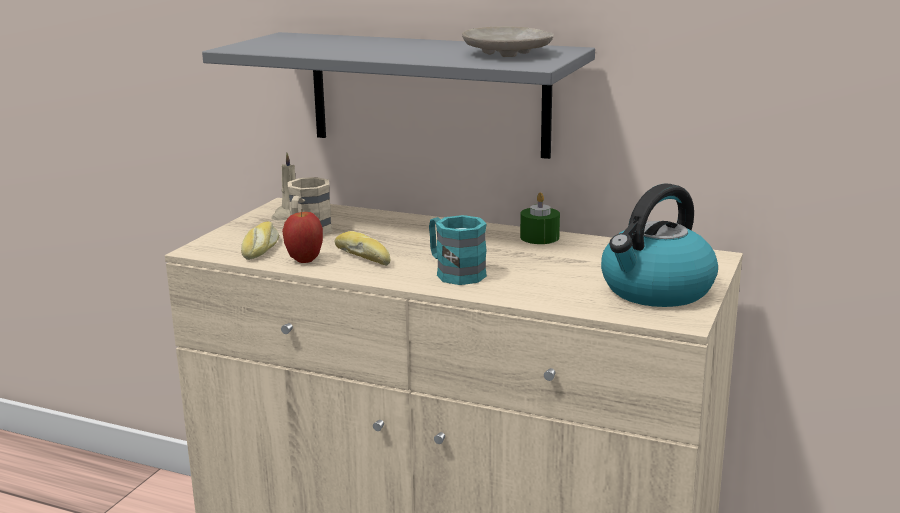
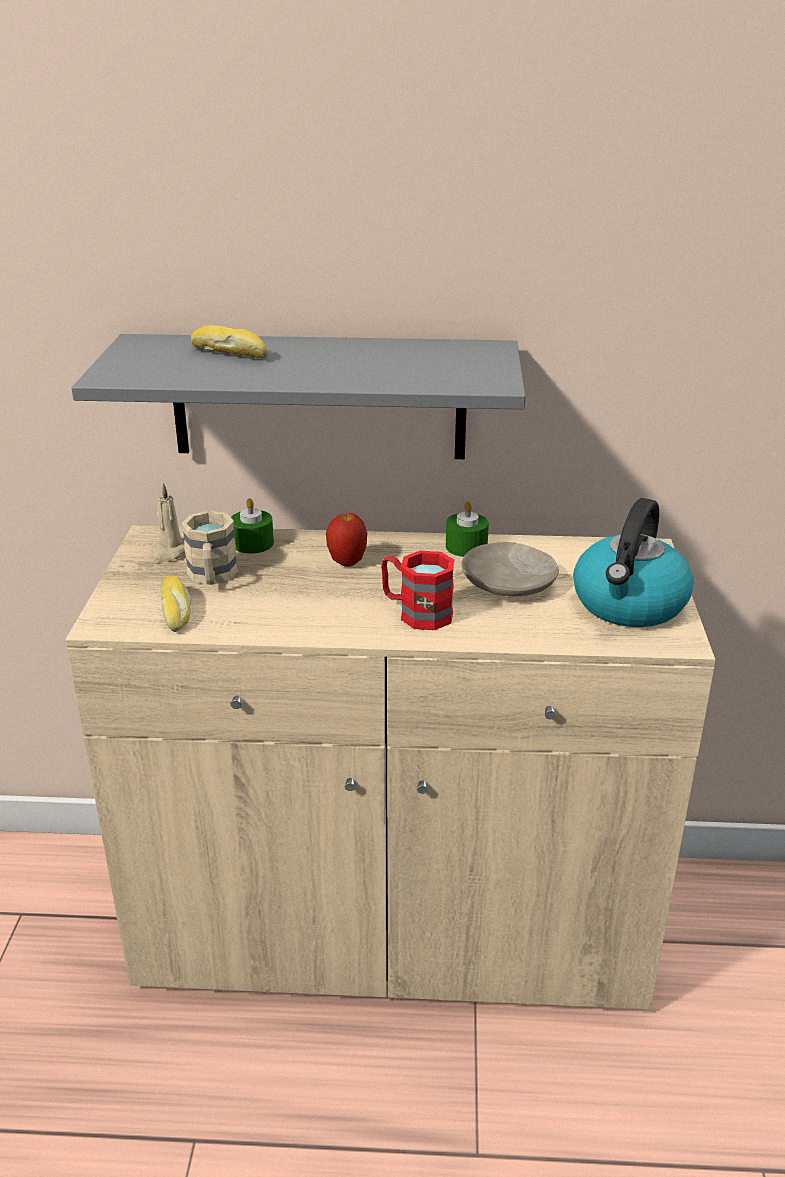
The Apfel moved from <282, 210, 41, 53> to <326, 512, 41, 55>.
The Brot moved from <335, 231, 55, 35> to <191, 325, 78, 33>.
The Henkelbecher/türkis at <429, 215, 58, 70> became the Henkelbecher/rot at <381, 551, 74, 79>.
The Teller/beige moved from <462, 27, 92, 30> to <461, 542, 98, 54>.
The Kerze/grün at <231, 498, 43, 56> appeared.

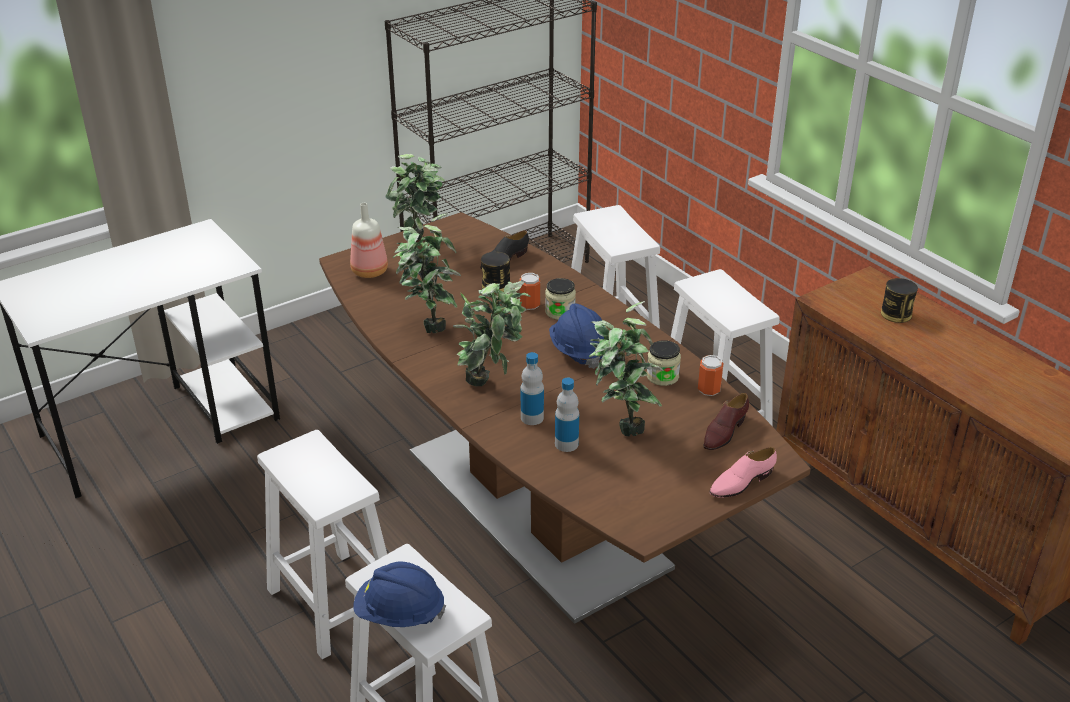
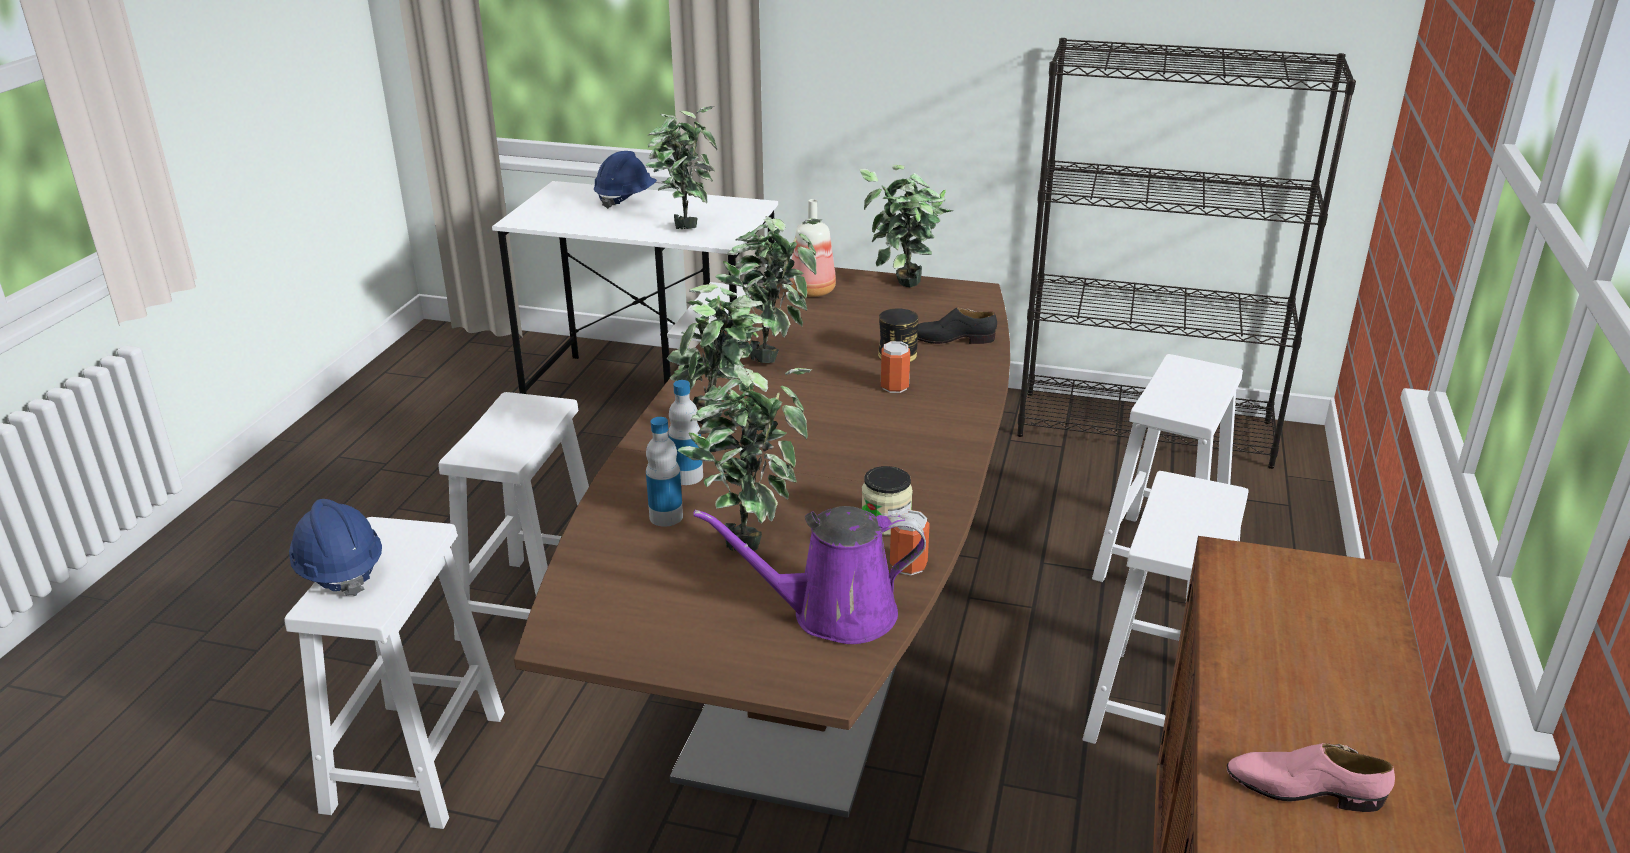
The Vorratsglas at <545, 278, 31, 42> disappeared.
The Schutzhelm/blau moved from <549, 303, 55, 66> to <594, 151, 63, 58>.
The Schuh/braun at <703, 393, 46, 57> was replaced by the Gießkanne/lila at <693, 506, 233, 138>.
The Schuh/rosa moved from <709, 447, 68, 51> to <1227, 743, 168, 69>.
The Dose at <881, 278, 37, 45> disappeared.
The Topfpflanze at <646, 106, 71, 123> appeared.

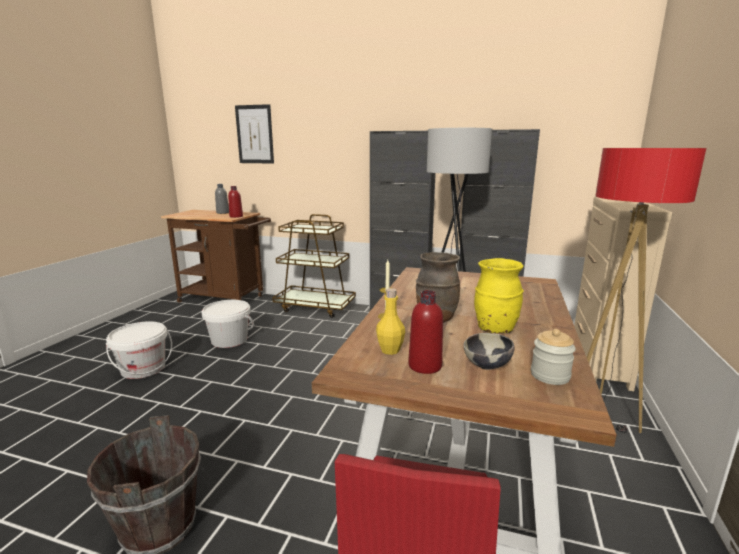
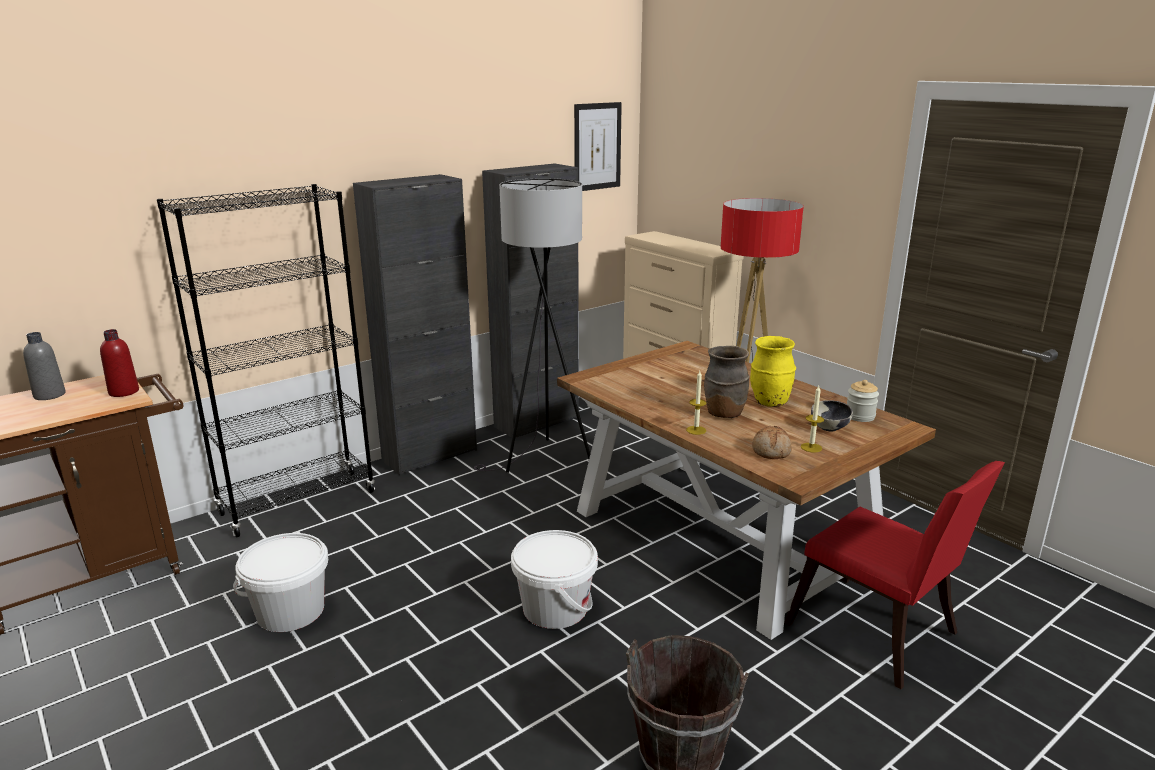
The Eimer/weiß moved from <106, 321, 66, 58> to <511, 530, 87, 99>.
The Bild moved from <235, 104, 39, 60> to <574, 102, 48, 89>.
The Rollwagen/braun at <272, 214, 84, 104> was replaced by the Bücherregal/schwarz at <157, 184, 218, 353>.
The Flasche/gelb at <376, 288, 29, 67> was replaced by the Brot at <752, 426, 40, 33>.
The Flasche/rot at <408, 290, 35, 84> was replaced by the Kerze at <801, 386, 23, 67>.

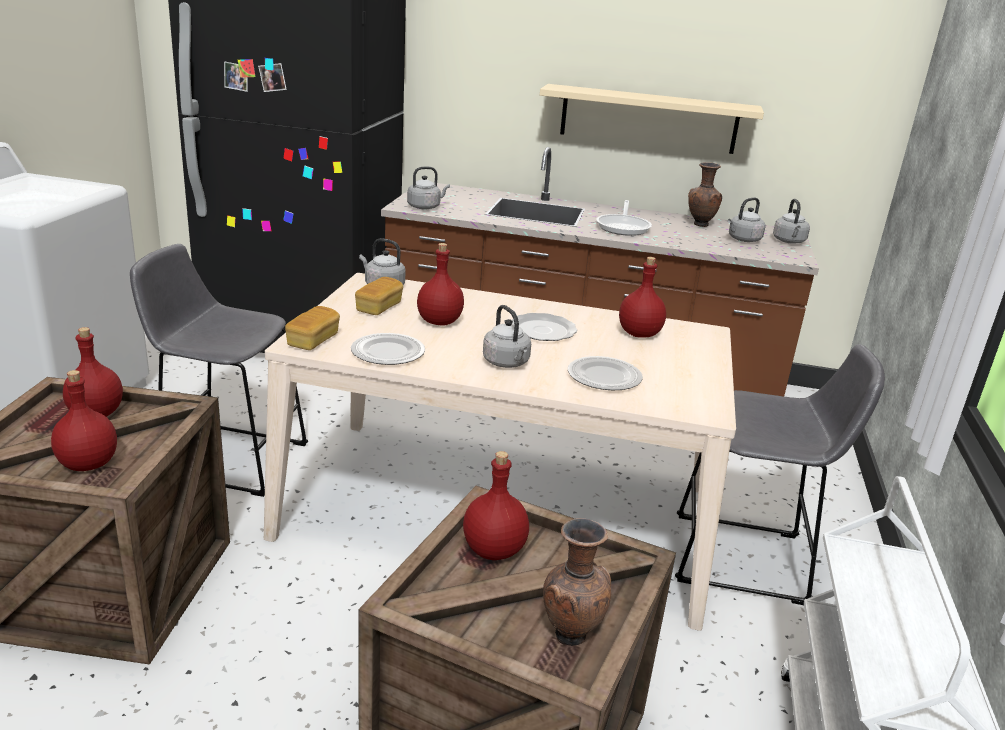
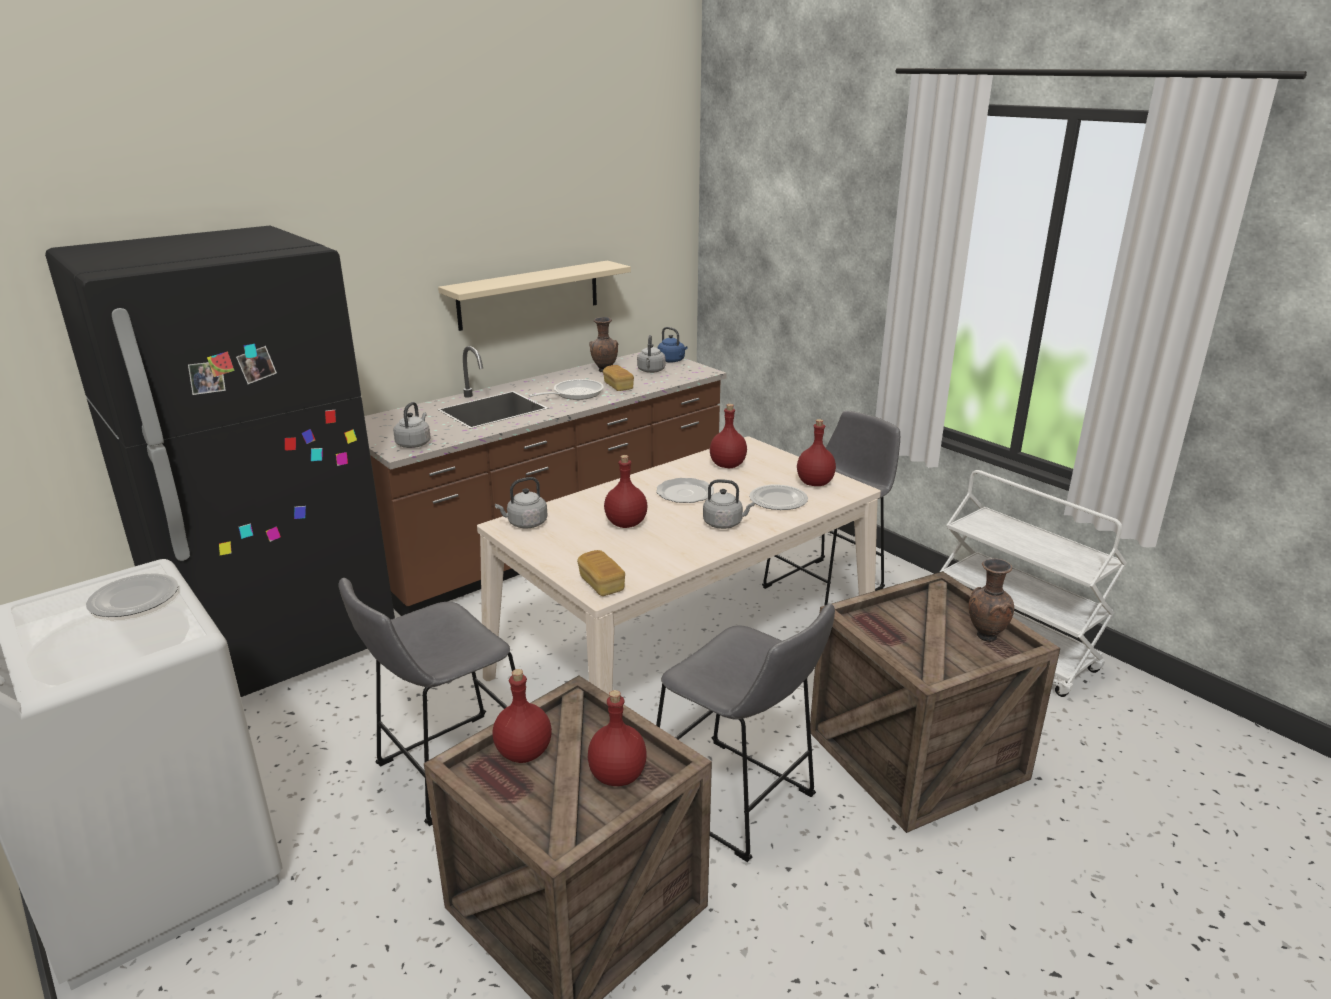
The Teller moved from <351, 333, 74, 32> to <86, 573, 92, 44>.
The Brot moved from <355, 277, 48, 38> to <603, 365, 31, 26>.
The Flasche/rot moved from <463, 451, 66, 109> to <797, 419, 39, 67>.
The Pfanne at <596, 200, 56, 36> turned 90 degrees counterclockwise.
The Wasserkessel/grau at <773, 199, 37, 45> became the Wasserkessel/blau at <657, 327, 31, 36>.
The Hocker/grau at <656, 604, 179, 258> appeared.

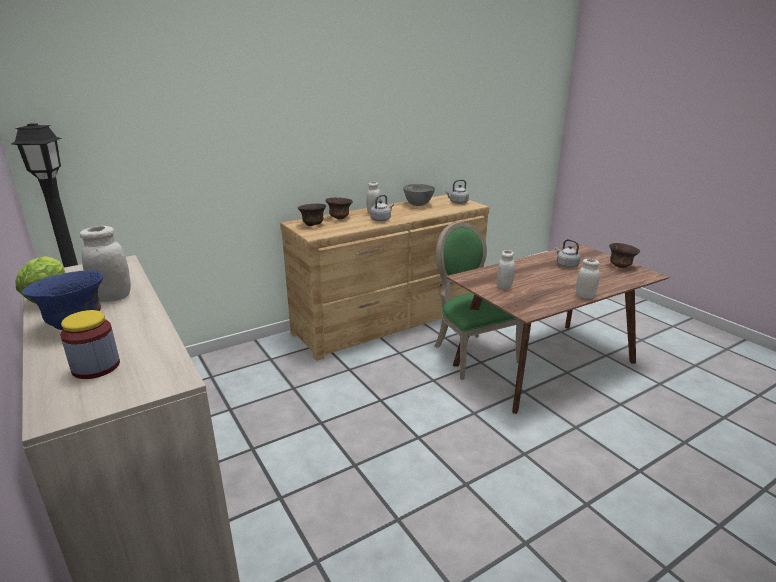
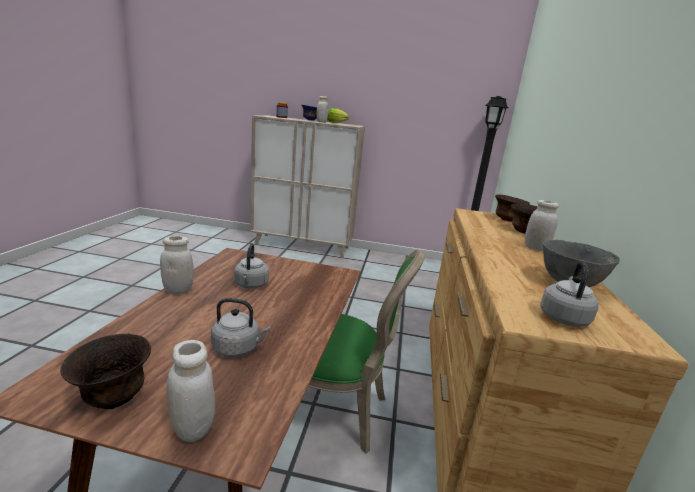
The Wasserkessel/grau moved from <370, 195, 24, 27> to <234, 243, 35, 46>.
The Vorratsglas/weiß moved from <497, 250, 18, 39> to <166, 340, 49, 102>.

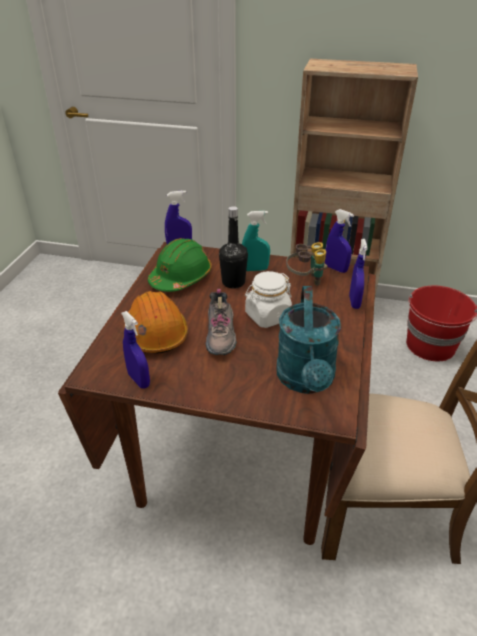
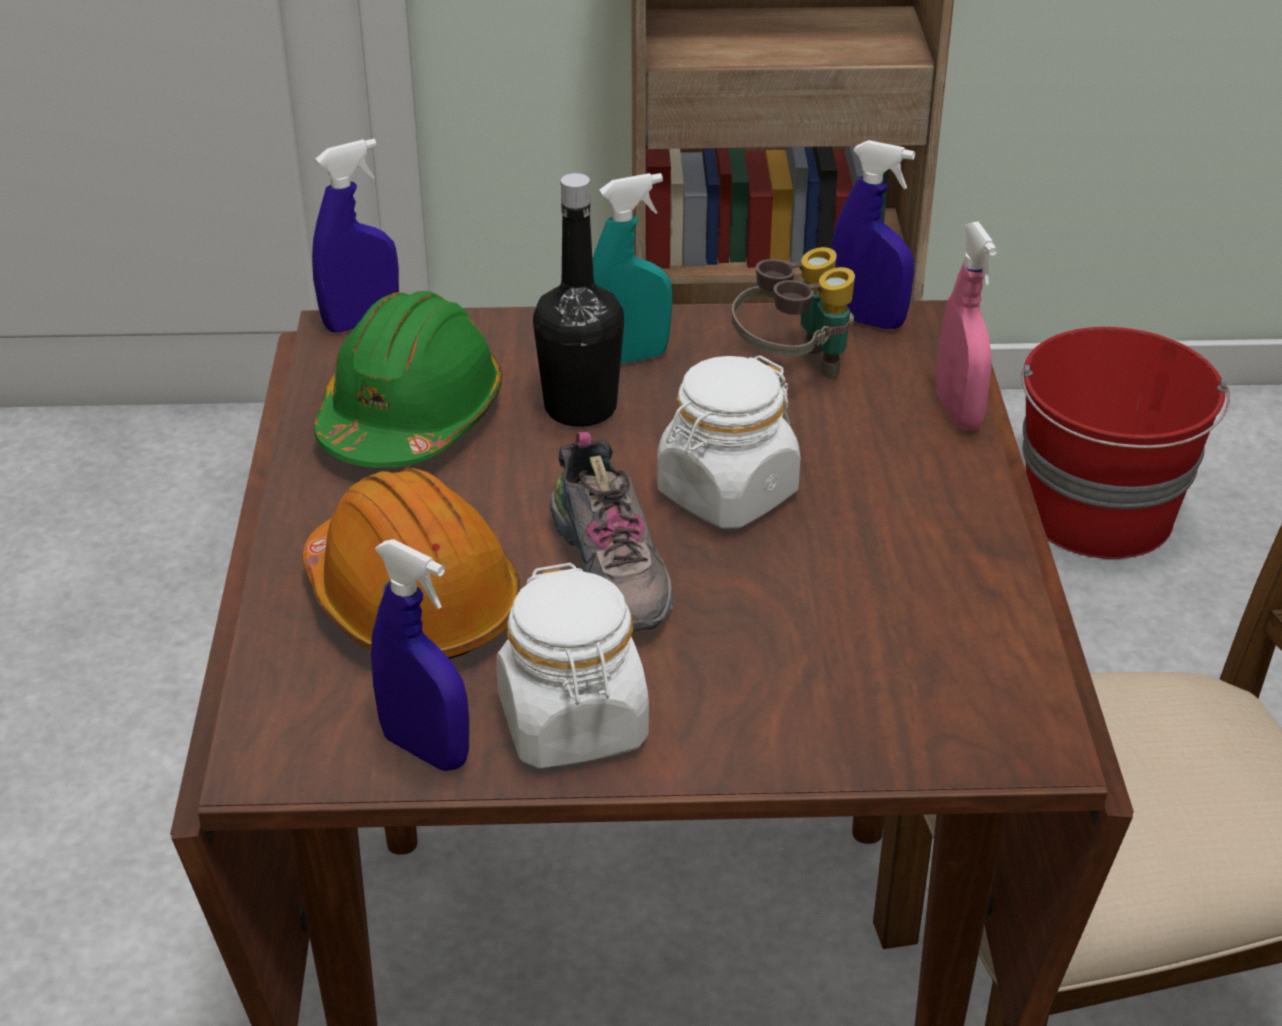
The Gießkanne/türkis at <276, 286, 65, 108> disappeared.
The Sprühflasche/blau at <349, 239, 19, 70> became the Sprühflasche/rosa at <936, 222, 61, 209>.
The Vorratsglas/weiß at <496, 563, 153, 205> appeared.

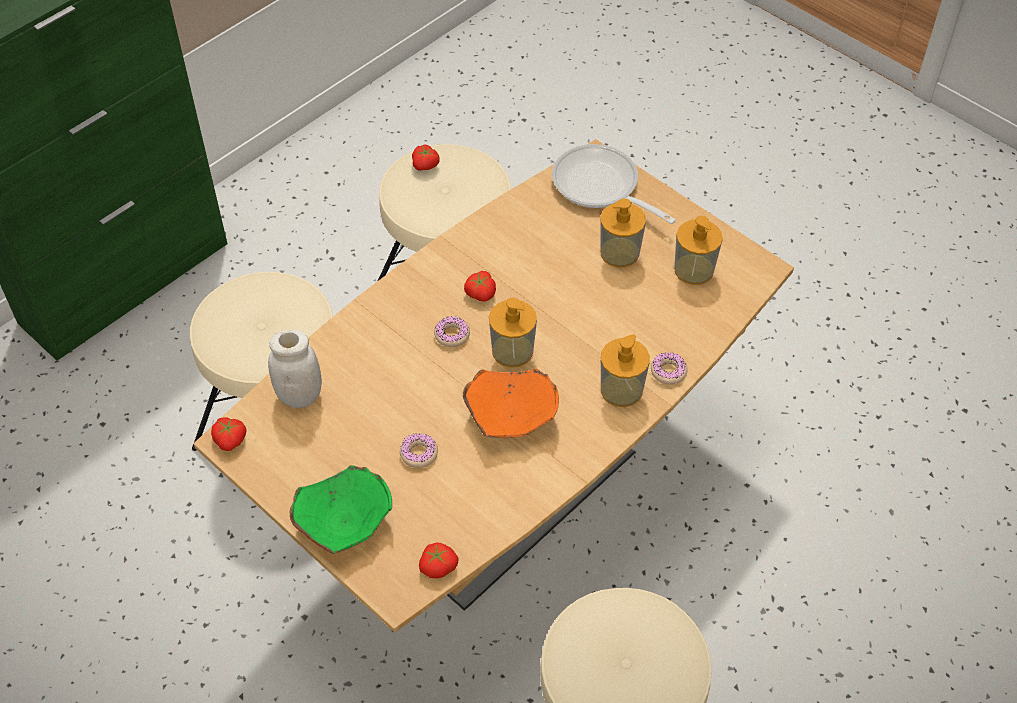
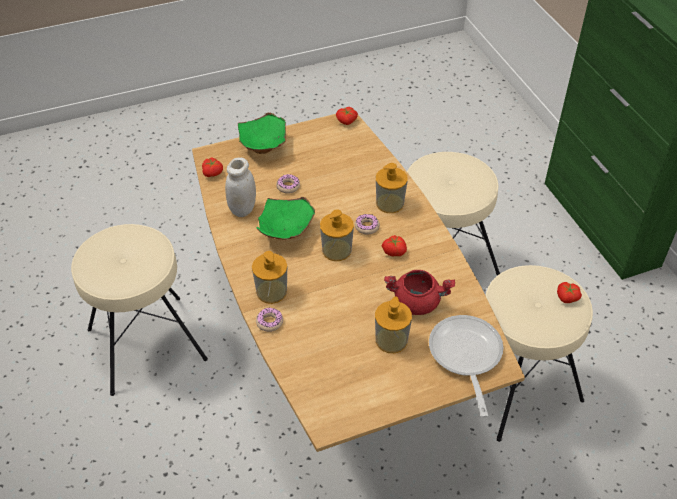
The Vorratsglas/weiß moved from <268, 330, 54, 78> to <225, 157, 31, 60>.
The Schüssel/orange at <463, 368, 96, 70> became the Schüssel/grün at <257, 197, 58, 42>.
The Pfanne at <552, 144, 124, 80> turned 75 degrees counterclockwise.
The Seifenspender moved from <674, 216, 49, 69> to <376, 163, 32, 50>.
The Kochtopf/rot at <384, 270, 71, 45> appeared.

